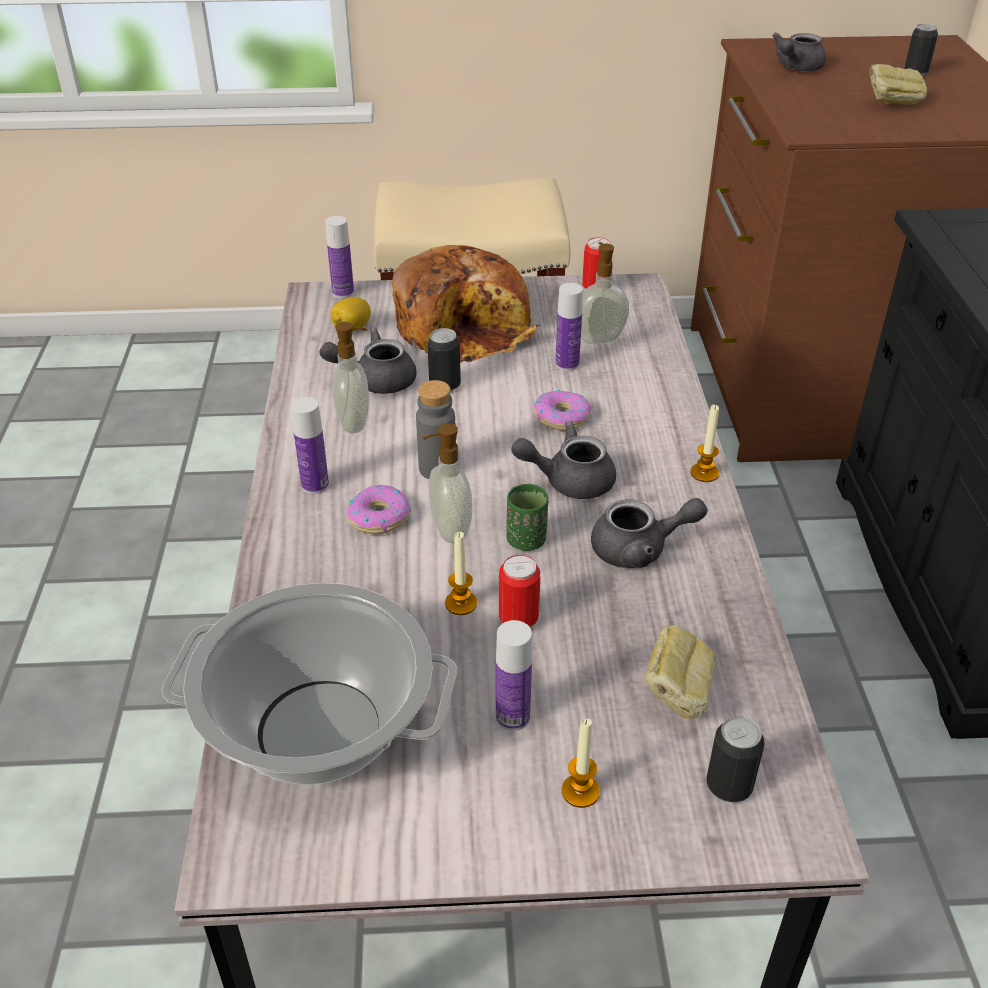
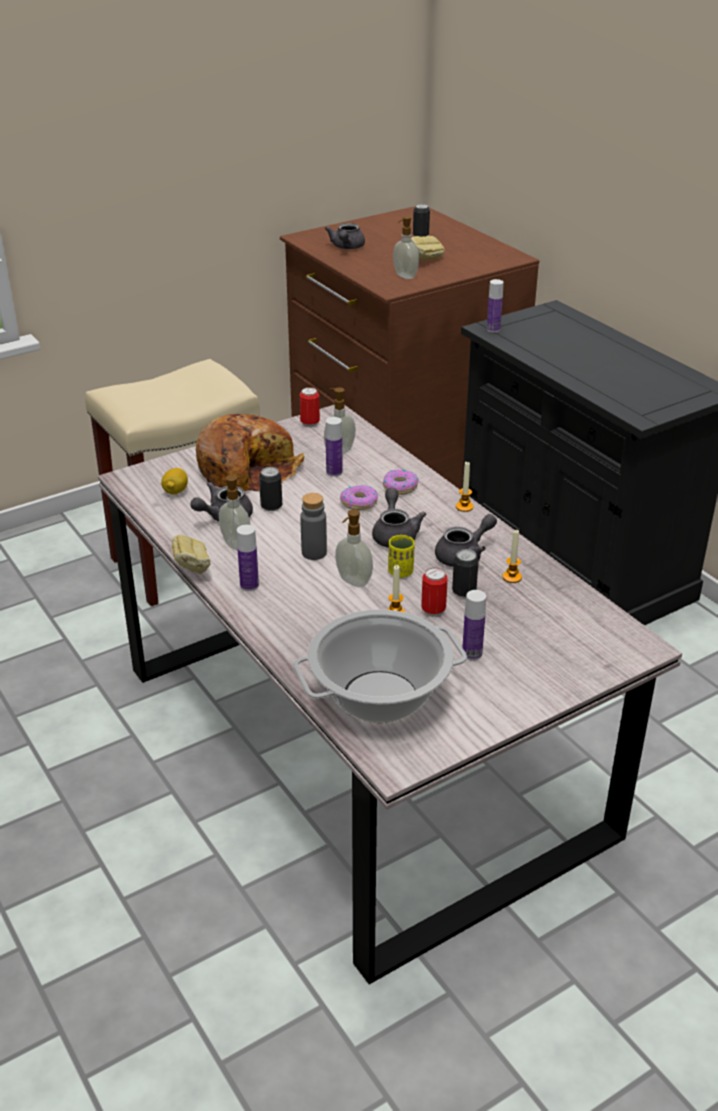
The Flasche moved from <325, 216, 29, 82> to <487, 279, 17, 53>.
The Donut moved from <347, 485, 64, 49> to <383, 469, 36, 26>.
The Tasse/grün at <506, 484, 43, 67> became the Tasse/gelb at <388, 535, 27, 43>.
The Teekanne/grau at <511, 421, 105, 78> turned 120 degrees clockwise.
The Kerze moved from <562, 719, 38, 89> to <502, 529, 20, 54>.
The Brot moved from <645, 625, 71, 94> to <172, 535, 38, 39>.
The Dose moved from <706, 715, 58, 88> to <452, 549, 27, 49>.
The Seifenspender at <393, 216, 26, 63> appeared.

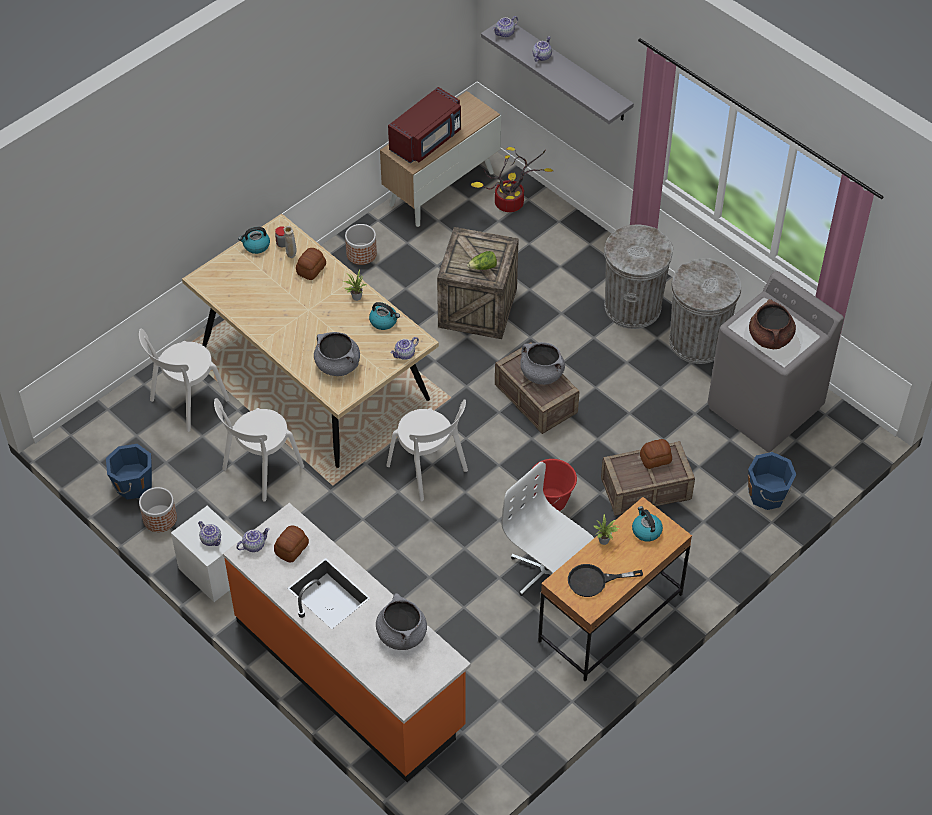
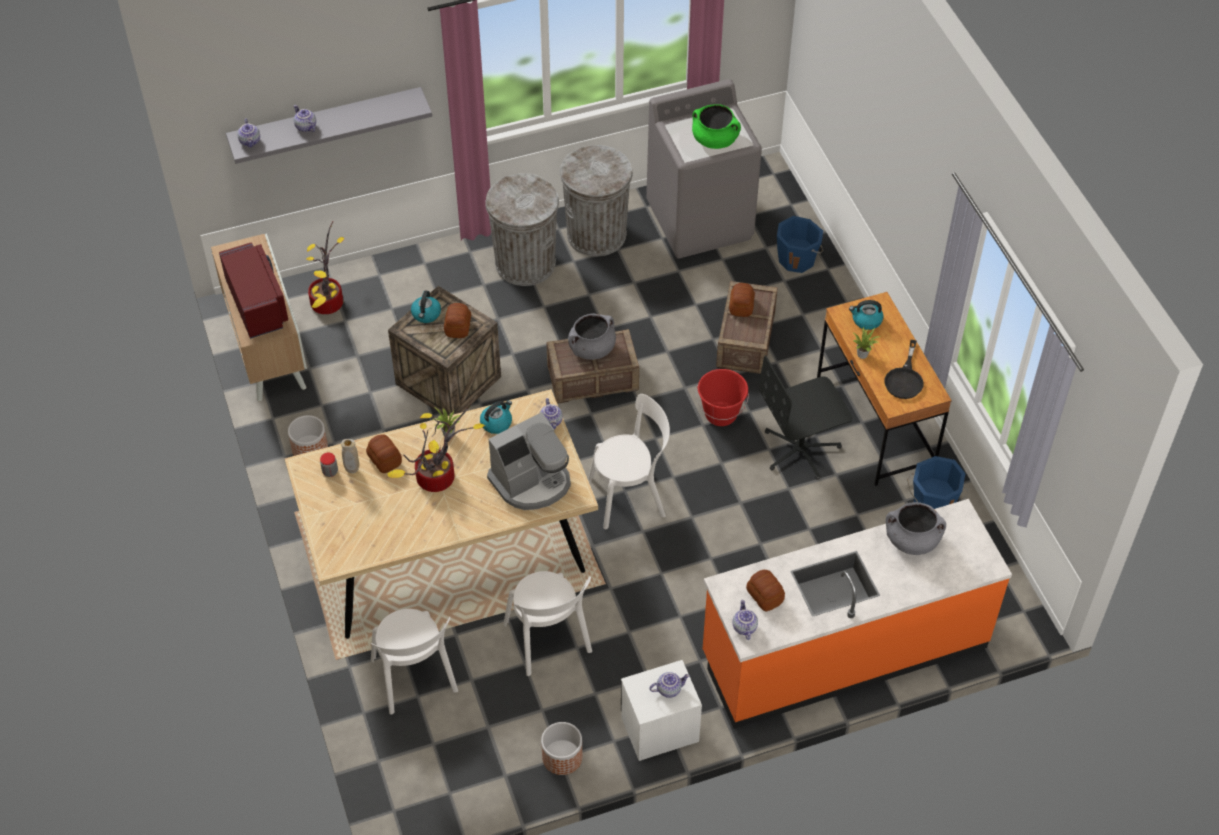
The Eimer/blau moved from <106, 444, 46, 56> to <907, 456, 61, 53>.
The Wasserkessel moved from <238, 227, 32, 27> to <411, 290, 30, 33>.
The Kochtopf/grau at <314, 332, 46, 44> was replaced by the Kaffeemaschine at <487, 412, 84, 98>.
The Salatkopf at <467, 251, 30, 19> was replaced by the Brot at <444, 303, 27, 35>.
The Bürostuhl/weiß at <502, 462, 92, 134> became the Bürostuhl/schwarz at <759, 355, 94, 125>.
The Kochtopf/braun at <749, 299, 47, 50> became the Kochtopf/grün at <692, 104, 49, 45>.
The Topfpflanze at <388, 404, 97, 88> appeared.

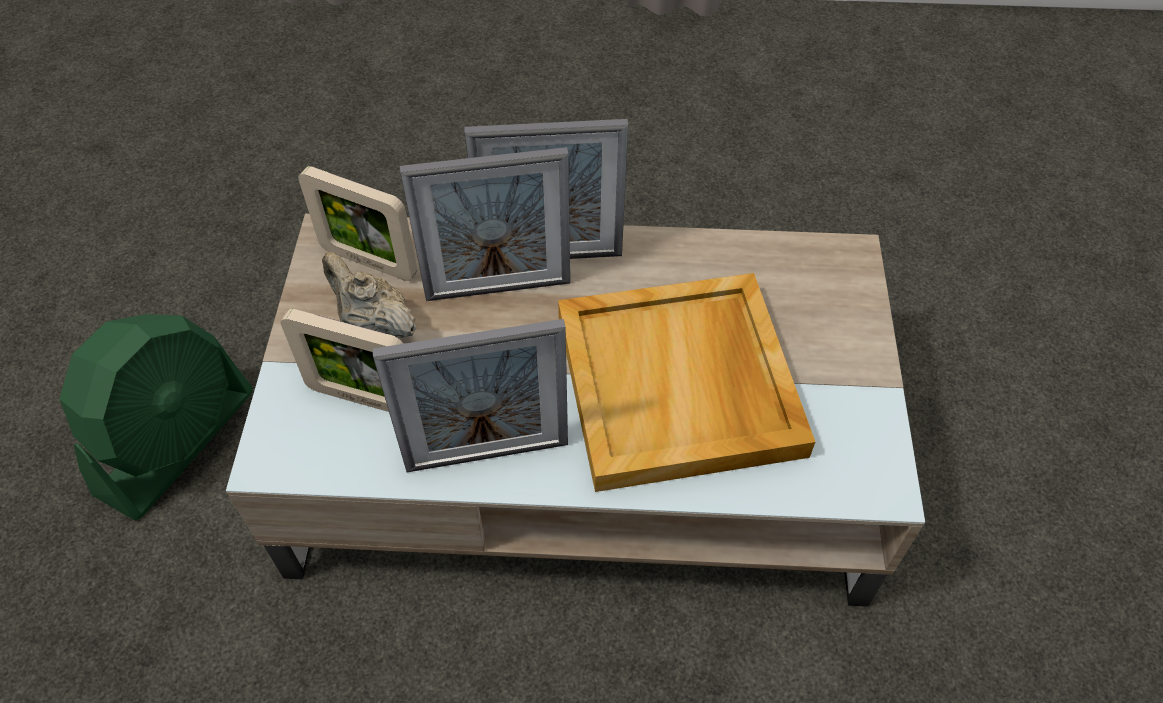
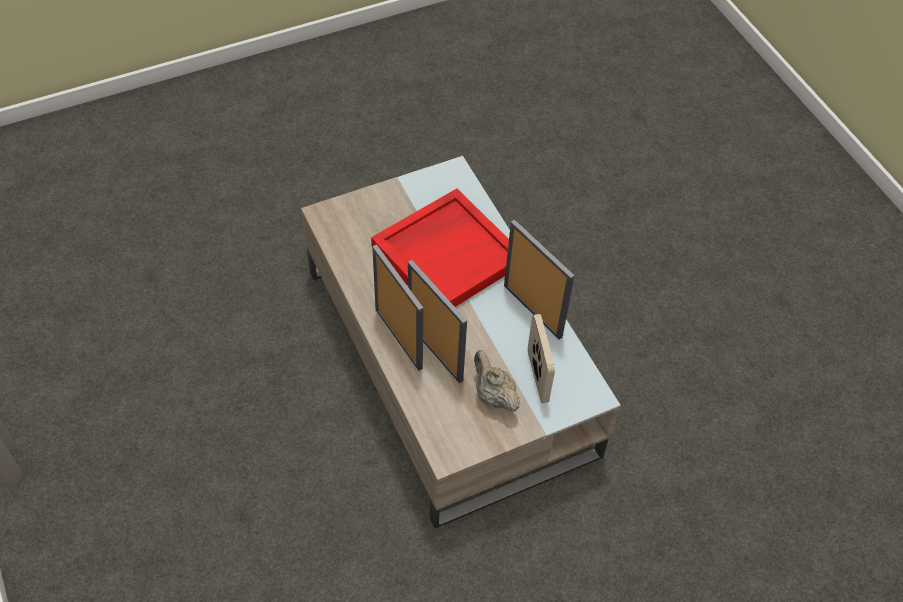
The Ventilator/grün at <59, 314, 194, 207> disappeared.
The Bilderrahmen at <298, 166, 119, 115> disappeared.
The Teekanne/beige at <322, 252, 95, 86> turned 135 degrees clockwise.
The Tablett/beige at <558, 273, 257, 219> became the Tablett/rot at <371, 189, 138, 118>.

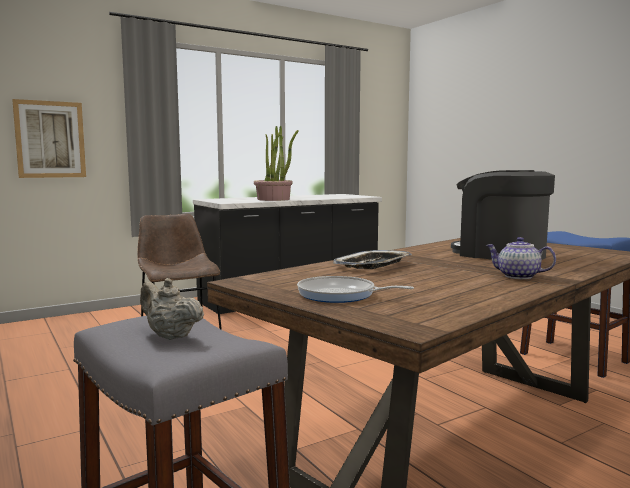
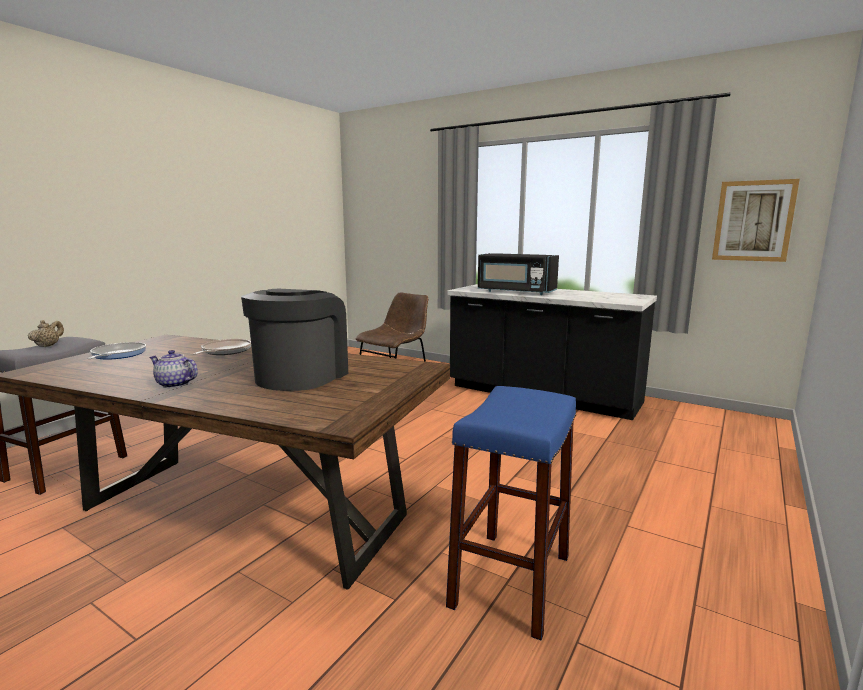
The Bild moved from <12, 99, 74, 79> to <712, 179, 88, 83>.
The Topfpflanze at <254, 126, 45, 75> was replaced by the Mikrowelle/schwarz at <478, 253, 81, 42>.
The Tablett at <333, 250, 79, 19> was replaced by the Pfanne at <193, 339, 58, 16>.
The Teekanne at <486, 237, 70, 42> turned 75 degrees counterclockwise.

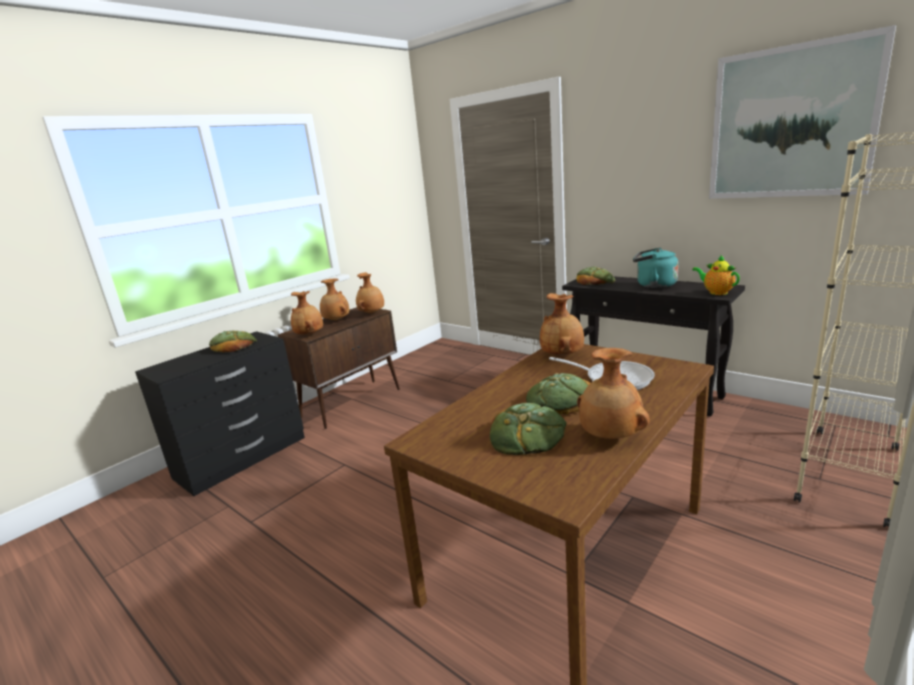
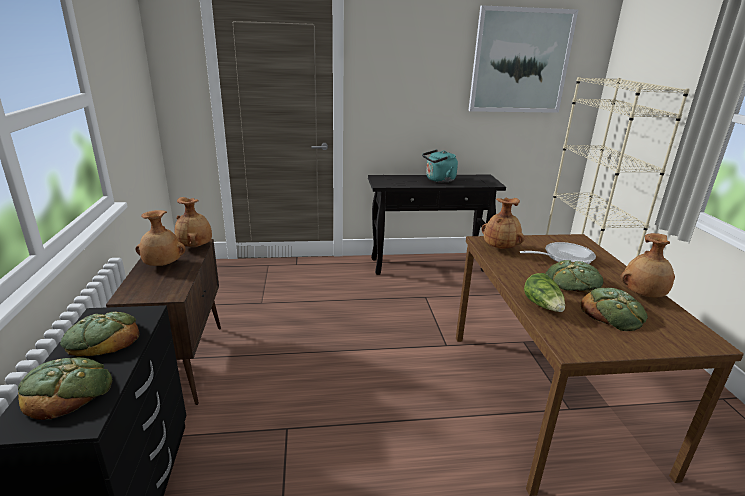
The Vase/braun at <291, 291, 32, 44> disappeared.
The Brot moved from <576, 266, 39, 19> to <18, 357, 94, 63>.
The Teekanne at <692, 255, 48, 40> disappeared.
The Salatkopf at <524, 273, 41, 39> appeared.

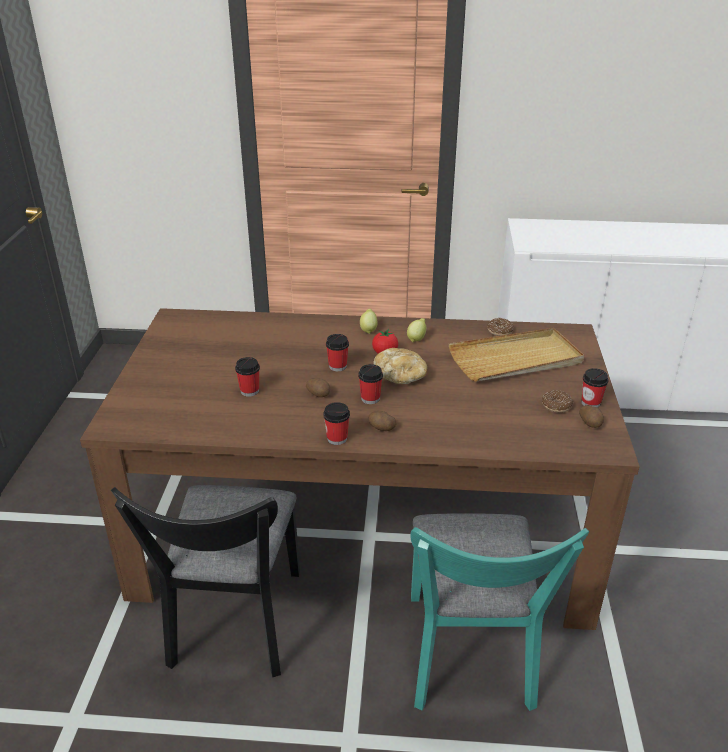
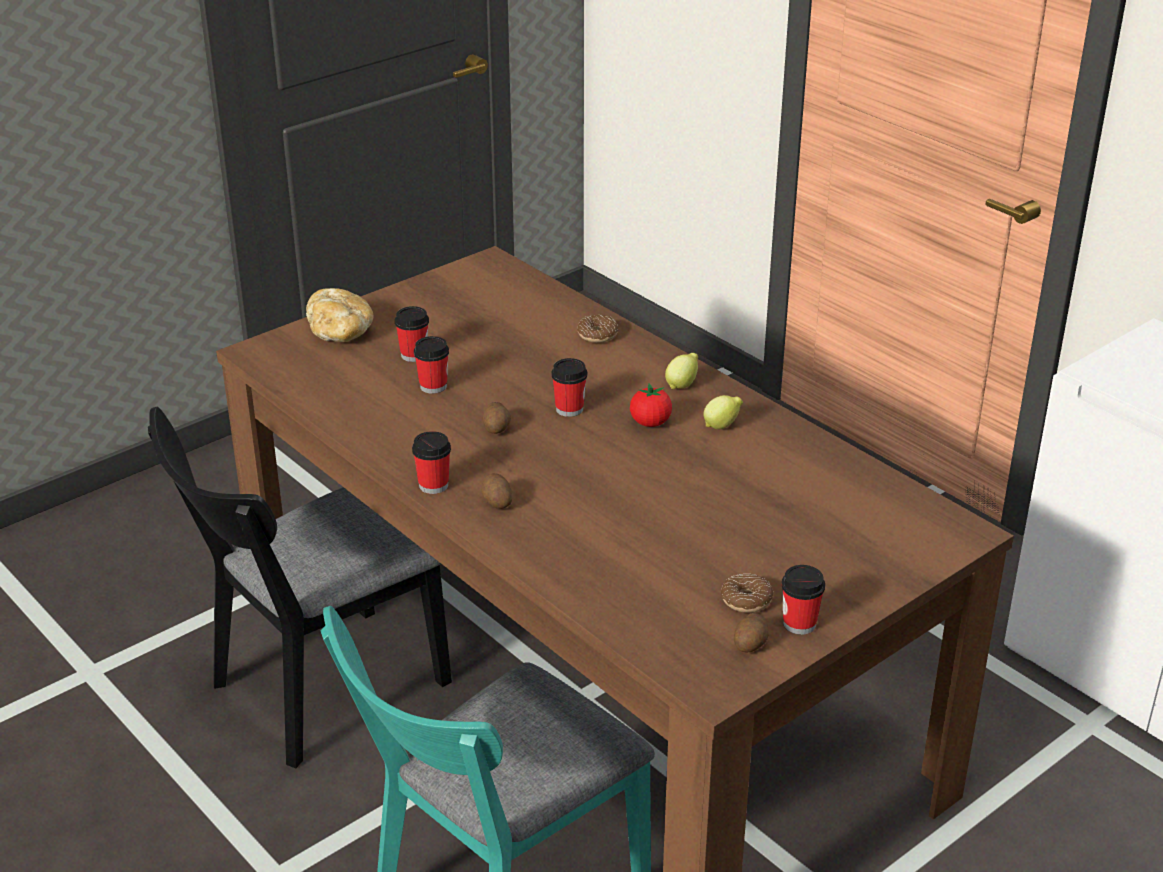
The Tasse moved from <358, 364, 25, 40> to <395, 306, 34, 56>.
The Brot moved from <373, 348, 54, 36> to <306, 288, 67, 54>.
The Tablett/beige at <449, 328, 135, 54> disappeared.
The Donut moved from <487, 318, 27, 18> to <577, 315, 42, 28>.

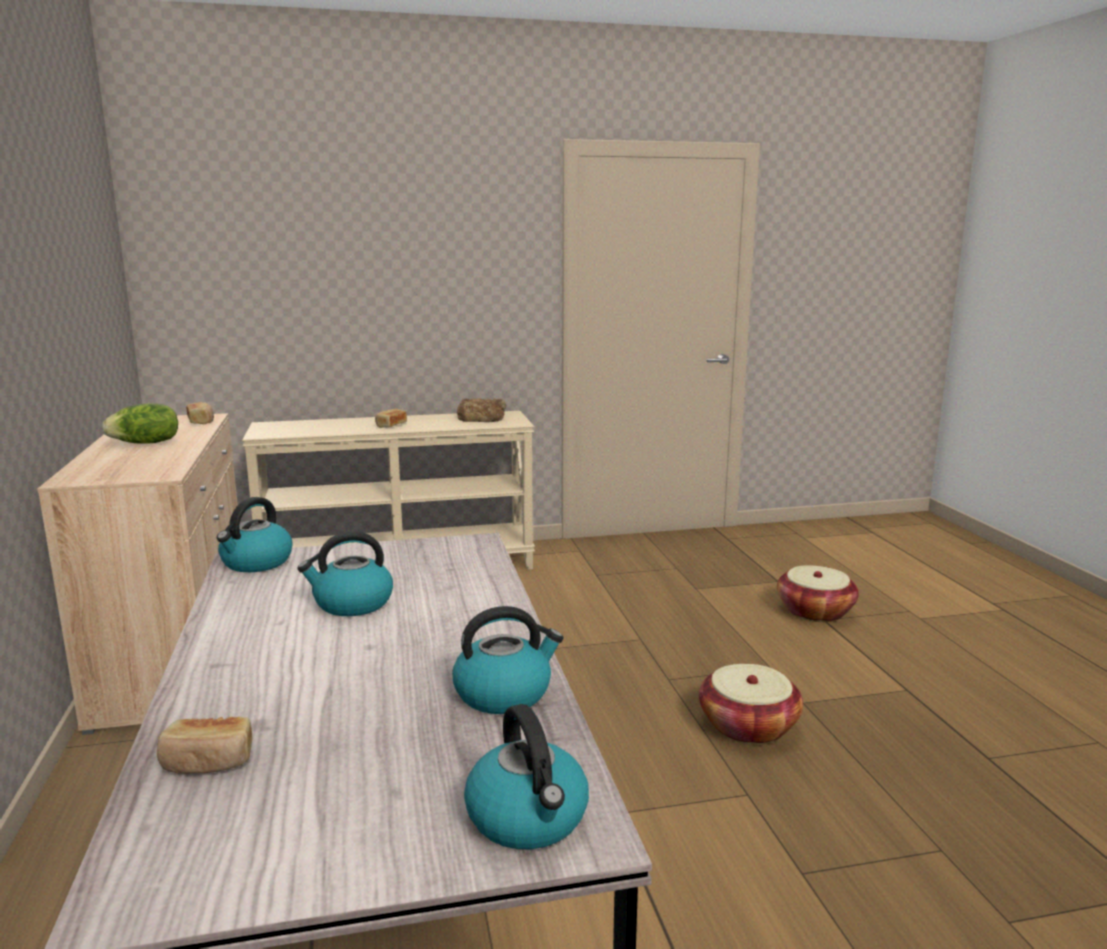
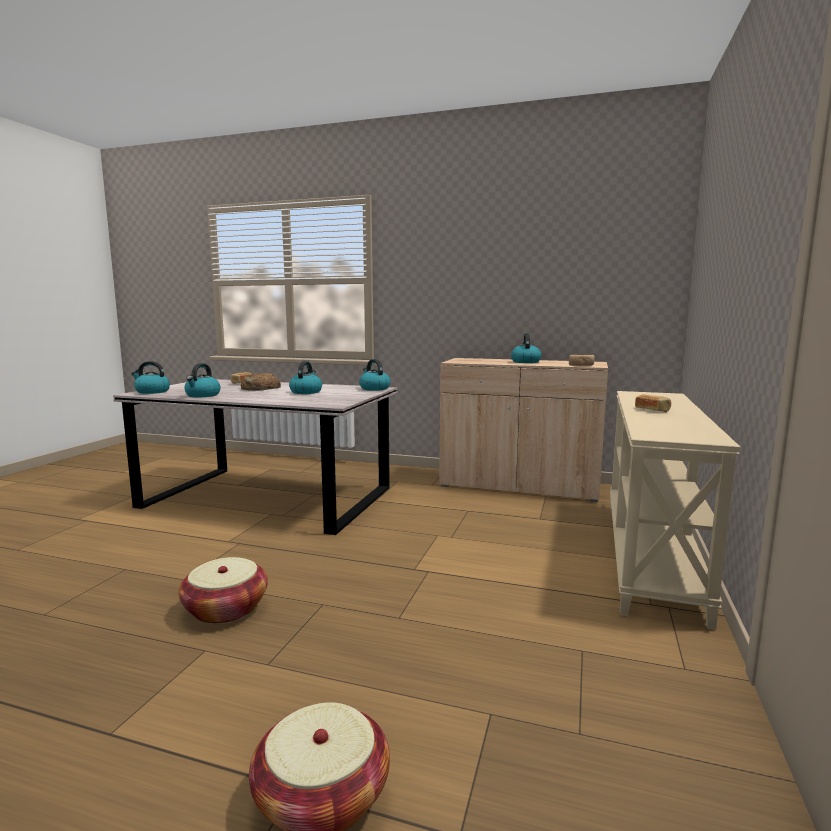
The Salatkopf at <102, 403, 76, 41> was replaced by the Wasserkessel at <511, 333, 31, 30>.
The Brot moved from <457, 398, 50, 24> to <240, 373, 41, 18>.

